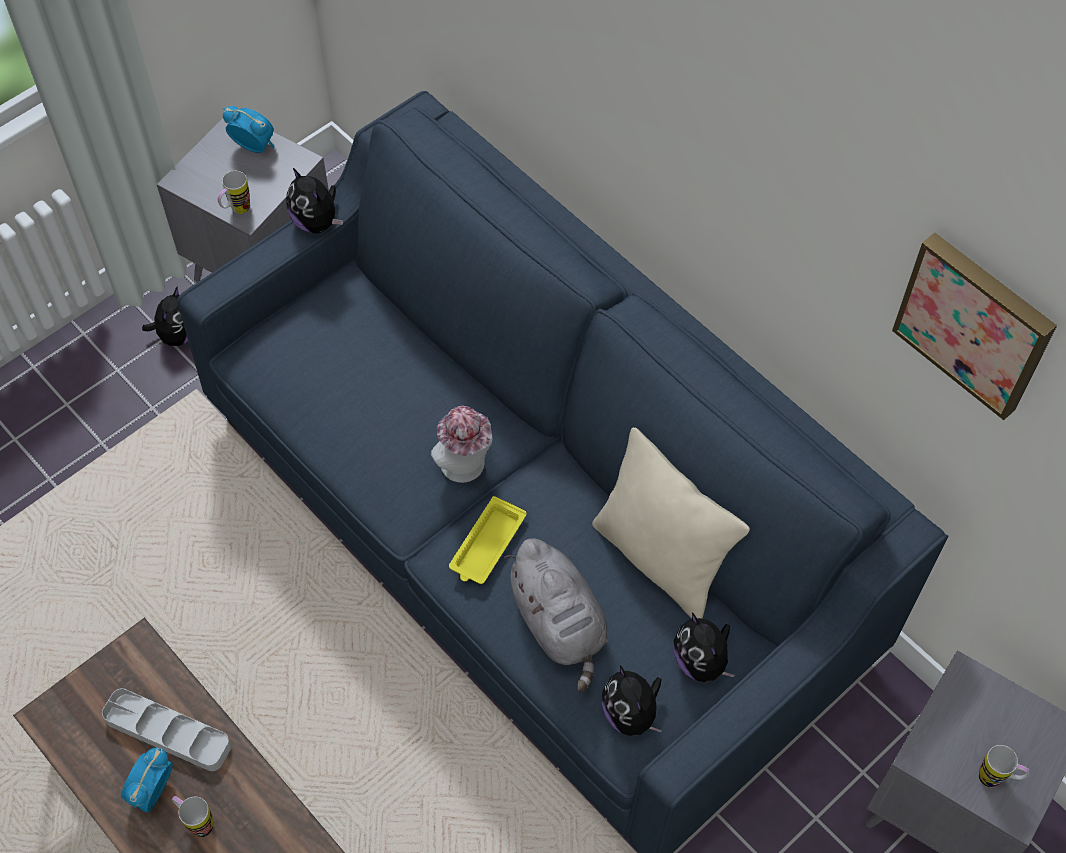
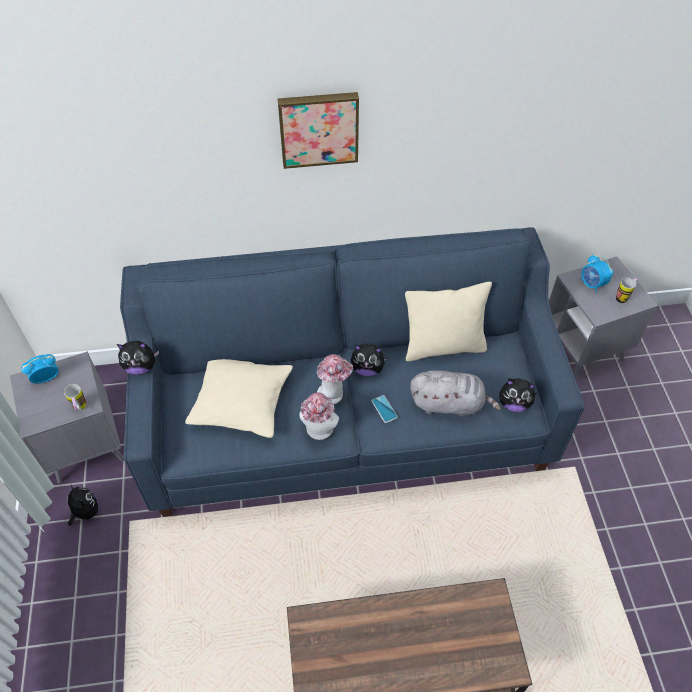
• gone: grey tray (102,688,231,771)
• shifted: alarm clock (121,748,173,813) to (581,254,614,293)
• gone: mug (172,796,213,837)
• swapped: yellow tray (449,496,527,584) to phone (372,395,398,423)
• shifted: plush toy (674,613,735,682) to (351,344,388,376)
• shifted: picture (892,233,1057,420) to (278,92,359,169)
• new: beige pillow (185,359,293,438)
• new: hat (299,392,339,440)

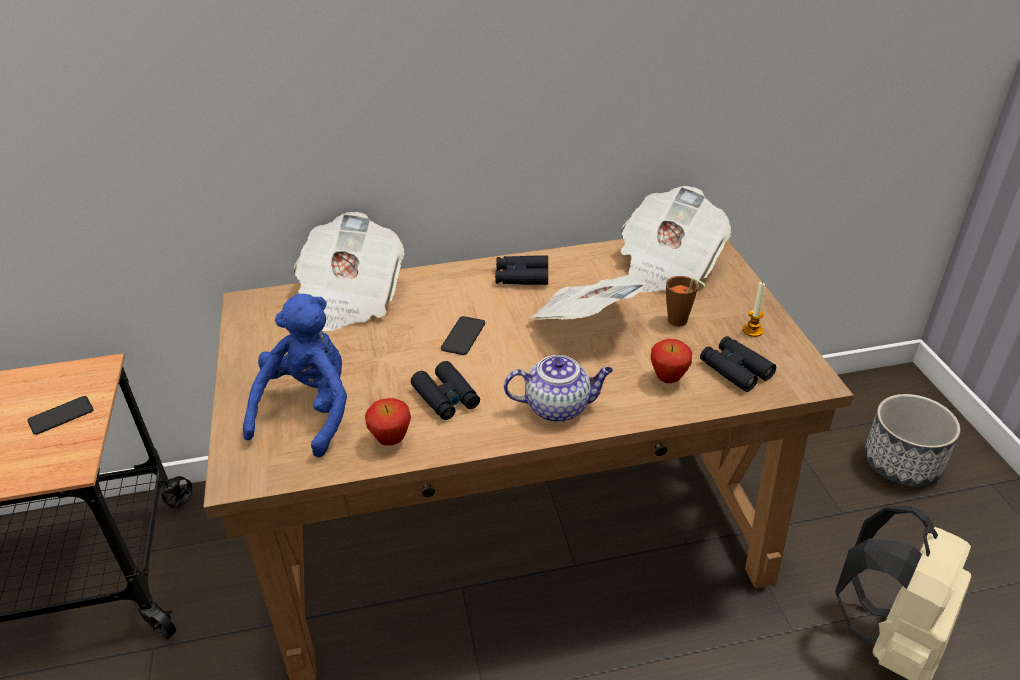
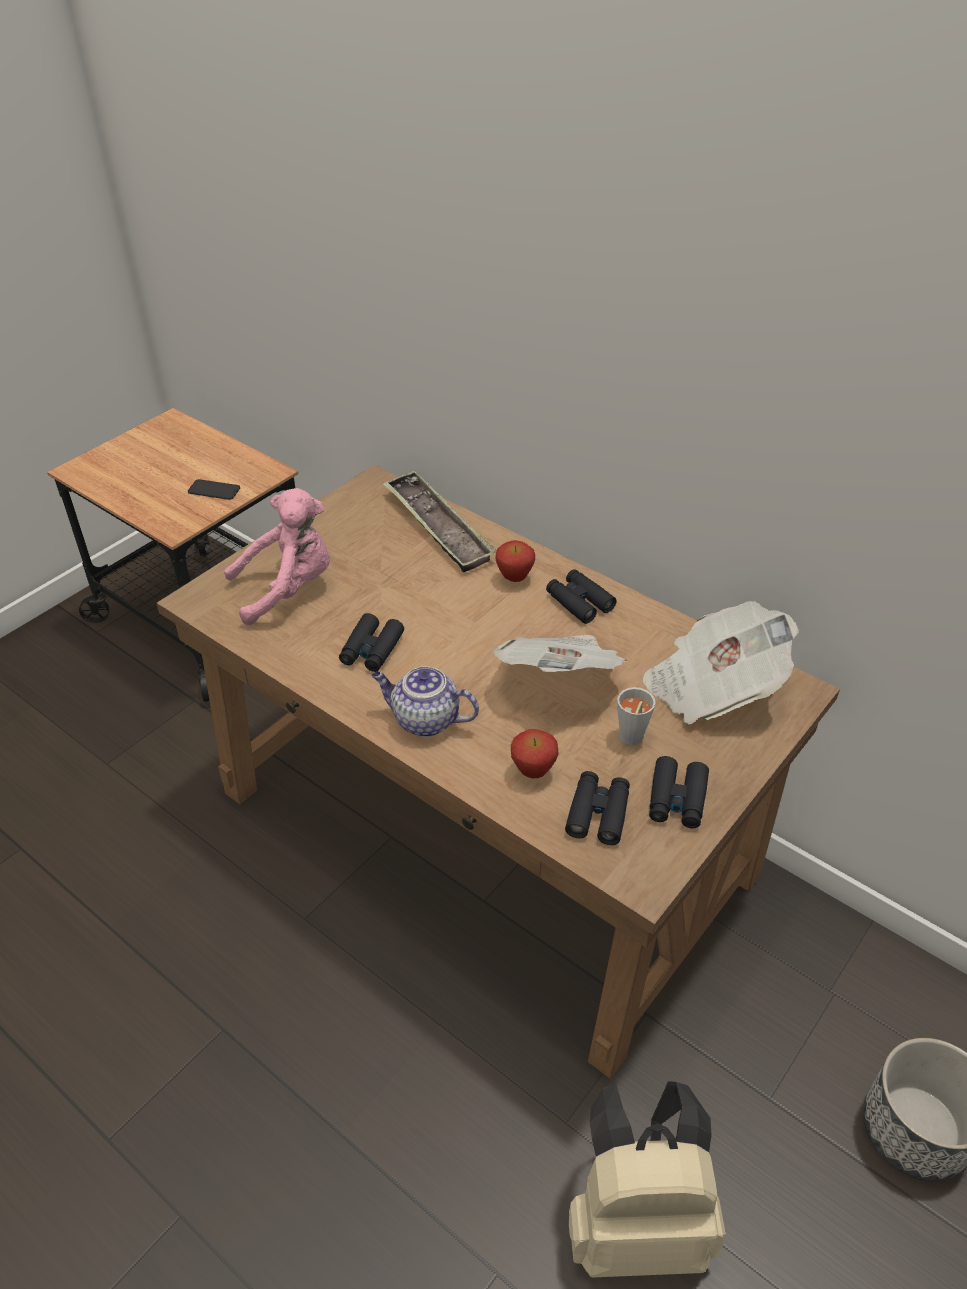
• repainted: blue plush toy (243,294,347,458) to pink plush toy (224,488,330,625)
• swapped: newspaper (294,212,405,331) to tray (383,470,497,572)
• shifted: apple (365,398,411,446) to (495,540,535,582)
• gone: phone (441,316,485,355)
• rotated: teapot (504,355,613,422) = (371,666,479,737) 150 degrees clockwise
• repainted: brown cup (666,276,706,326) to grey cup (617,687,655,745)
• swapped: candle (743,282,765,337) to black binoculars (649,756,709,828)

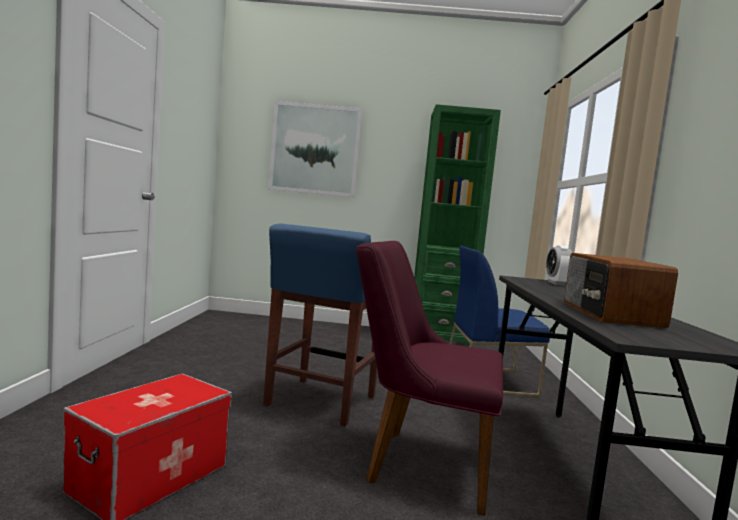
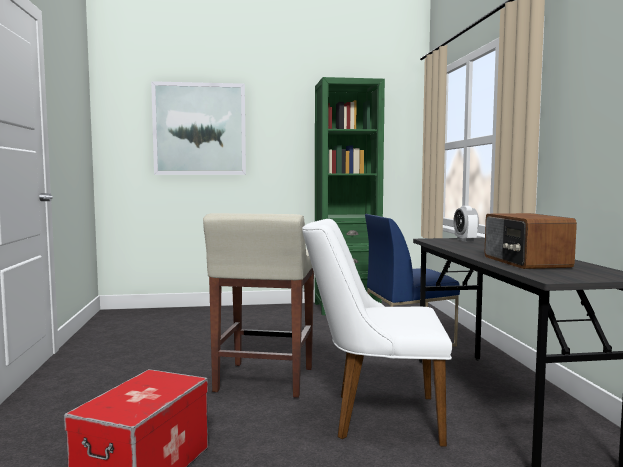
• repainted: blue stool (263,224,378,427) to beige stool (203,213,314,398)
• repainted: purple chair (356,241,503,516) to white chair (302,219,452,447)

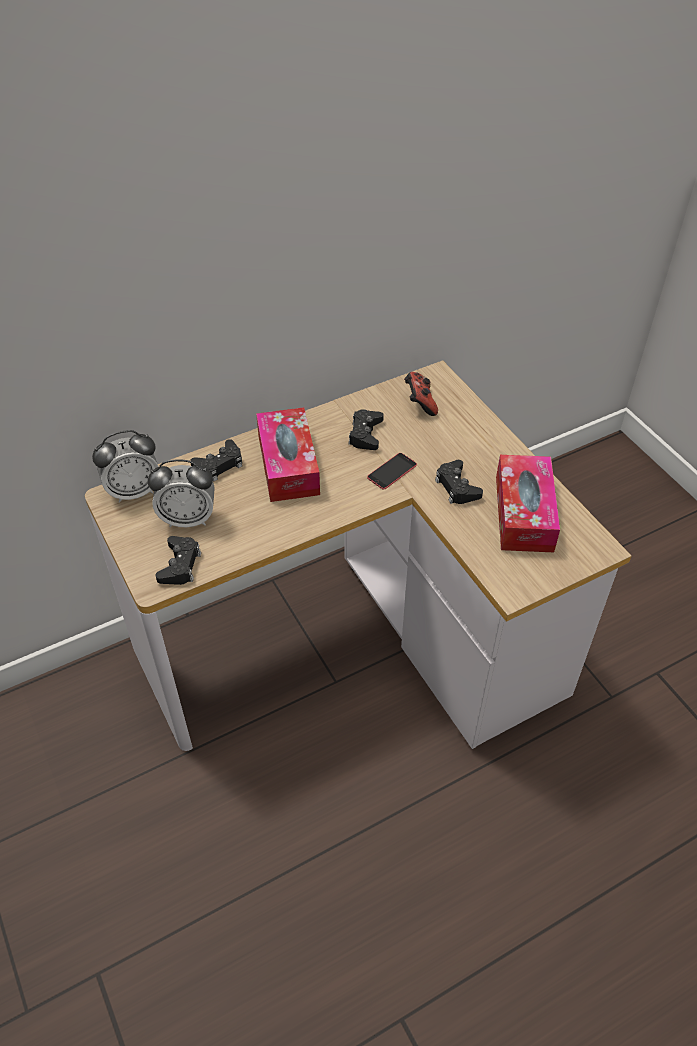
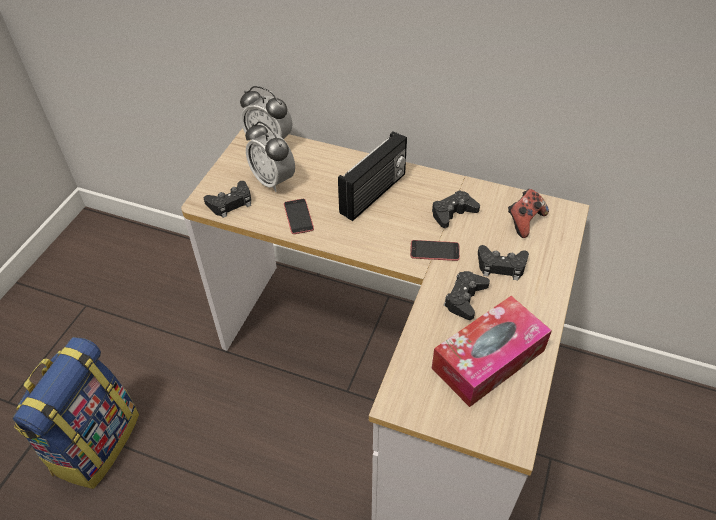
• shifted: black game controller (190,439,242,482) to (478,245,529,280)
• swapped: tissue box (256,407,320,502) to radio (338,131,407,221)
• new: backpack (13,337,139,489)
• new: phone (284,199,314,234)

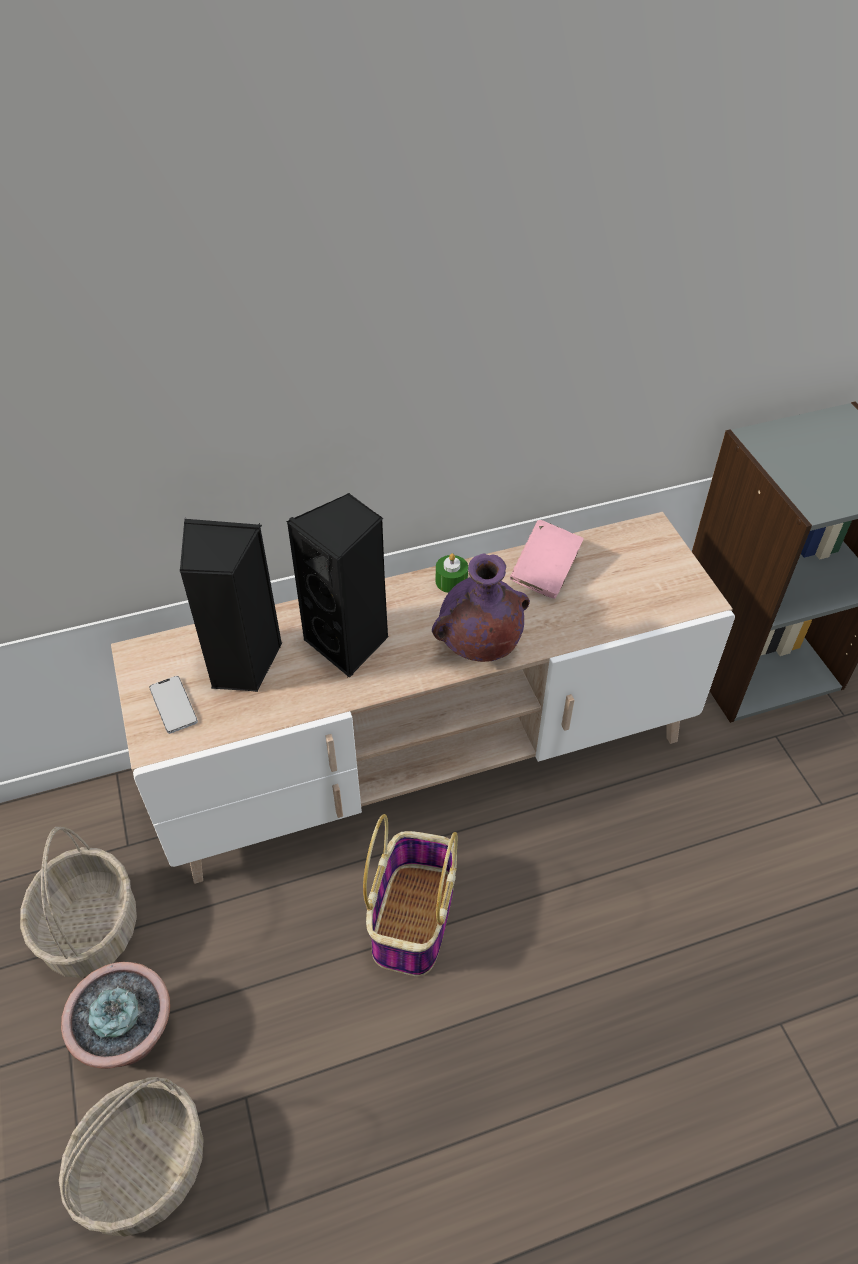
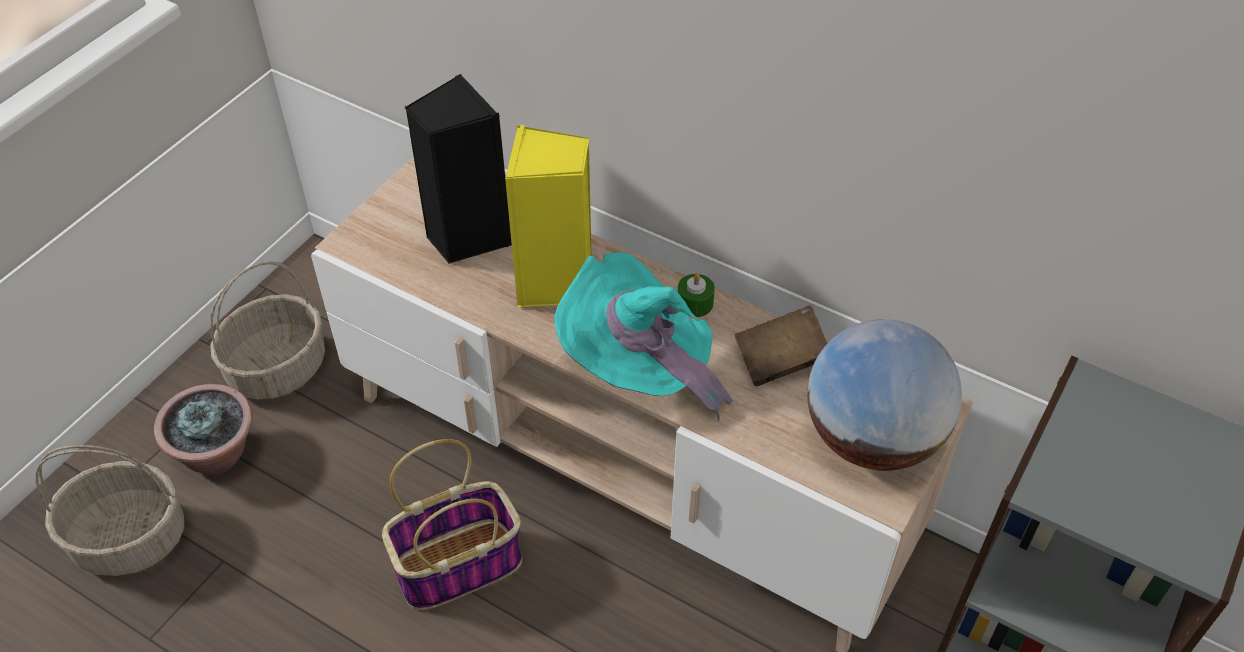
• gone: phone (149,676,198,734)
• repainted: black speaker (286,493,389,677) to yellow speaker (505,125,592,308)
• swapped: purple vase (432,553,530,662) to turquoise hat (555,252,733,421)
• repainted: pink book (510,520,584,599) to brown book (734,305,827,386)
• new: globe (807,319,962,471)

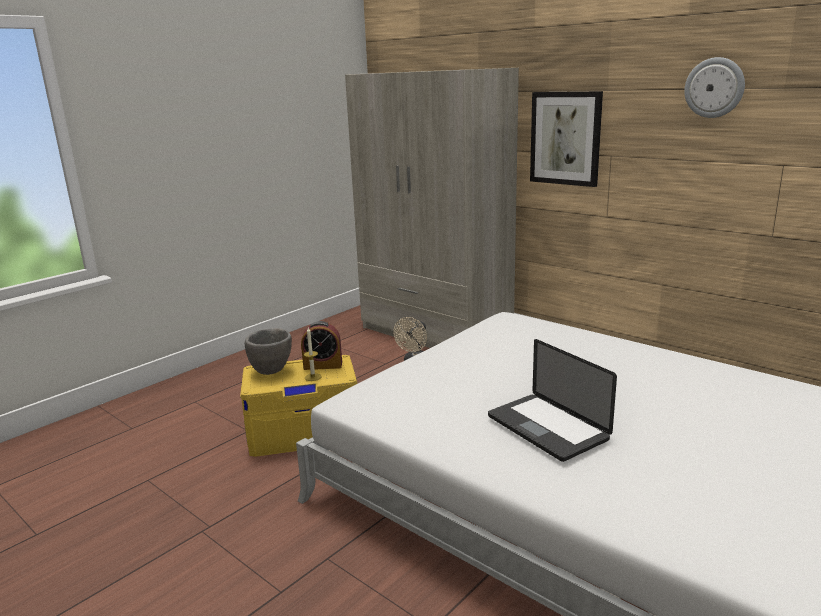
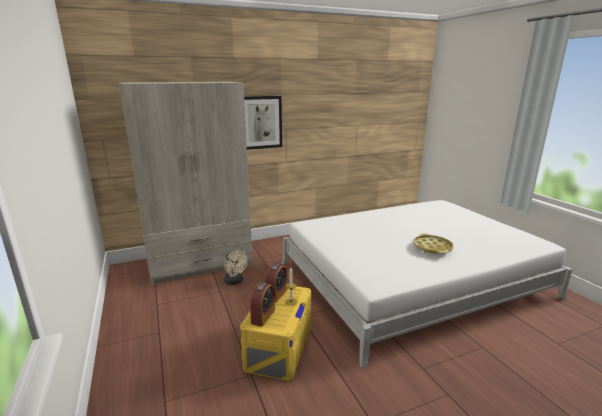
• swapped: grey bowl (245,328,292,375) to alarm clock (250,282,275,327)
• swapped: laptop (488,339,617,462) to yellow tray (413,234,454,254)
• gone: wall clock (684,57,745,118)

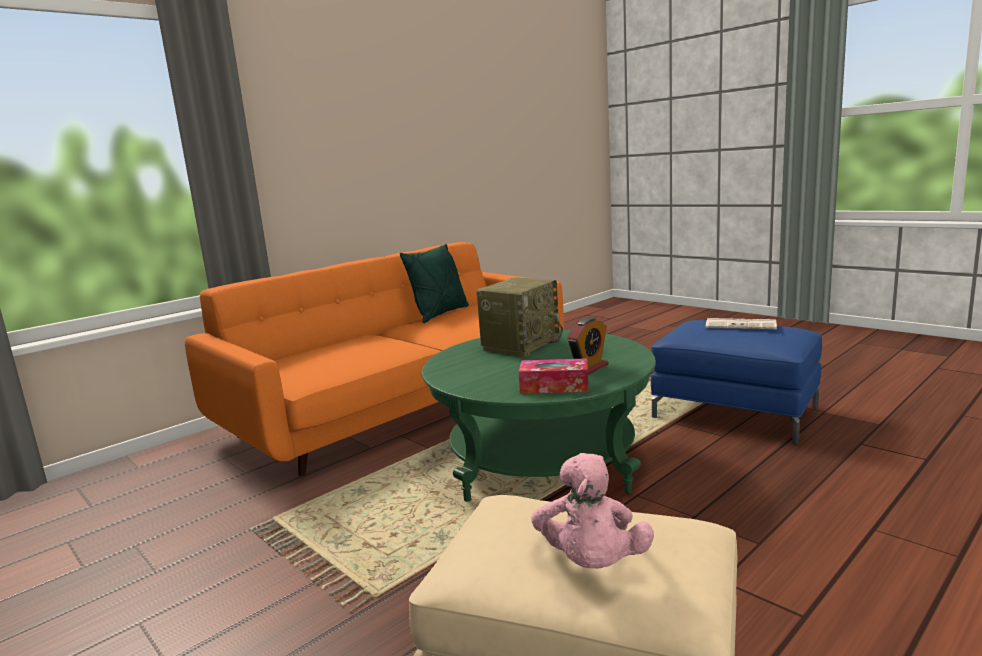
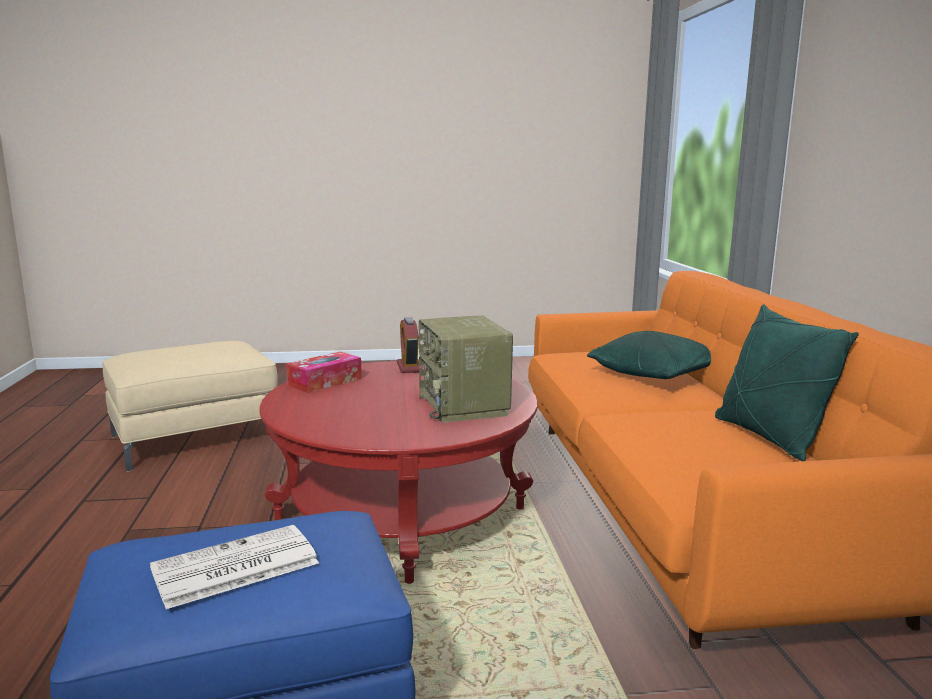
• repainted: green coffee table (422,330,656,502) to red coffee table (260,361,538,584)
• gone: pink plush toy (531,453,654,569)
• shifted: alarm clock (567,318,608,375) to (397,318,423,373)
• new: green pillow (587,331,711,379)

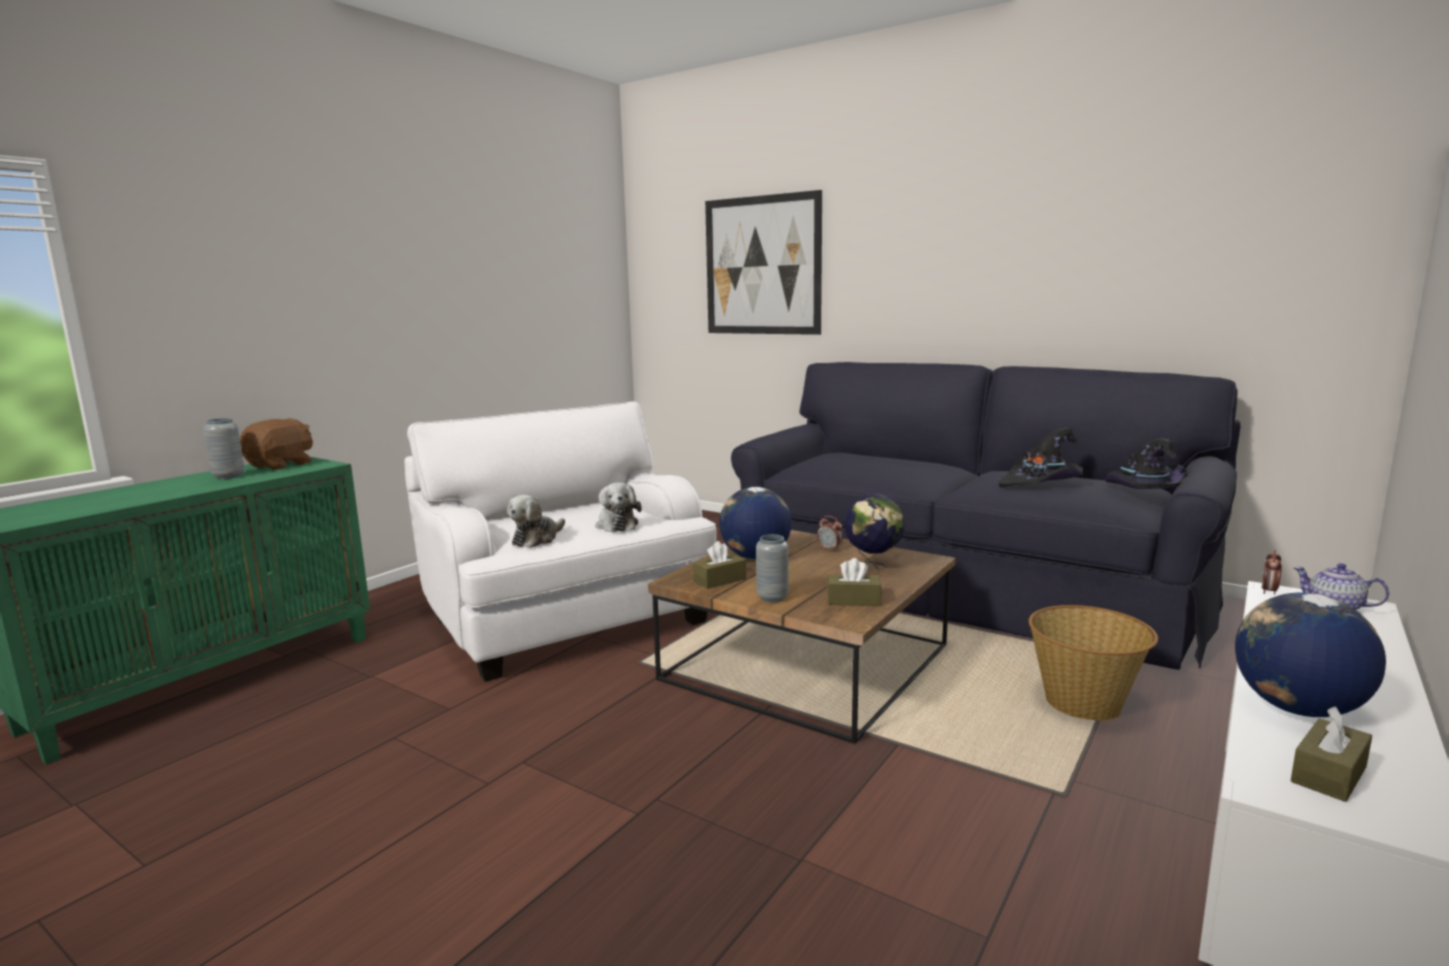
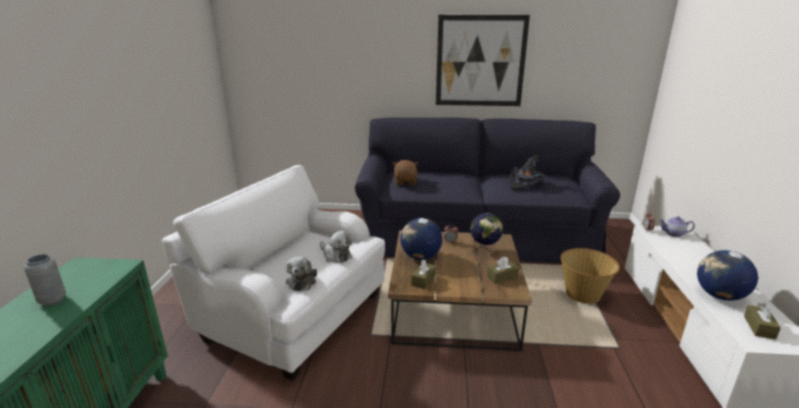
• shifted: brown plush toy (240,418,313,470) to (393,160,418,185)
• shifted: picture (705,190,822,335) to (436,15,530,106)
• gone: grey vase (756,534,789,603)
• gone: black hat (1106,439,1188,489)

